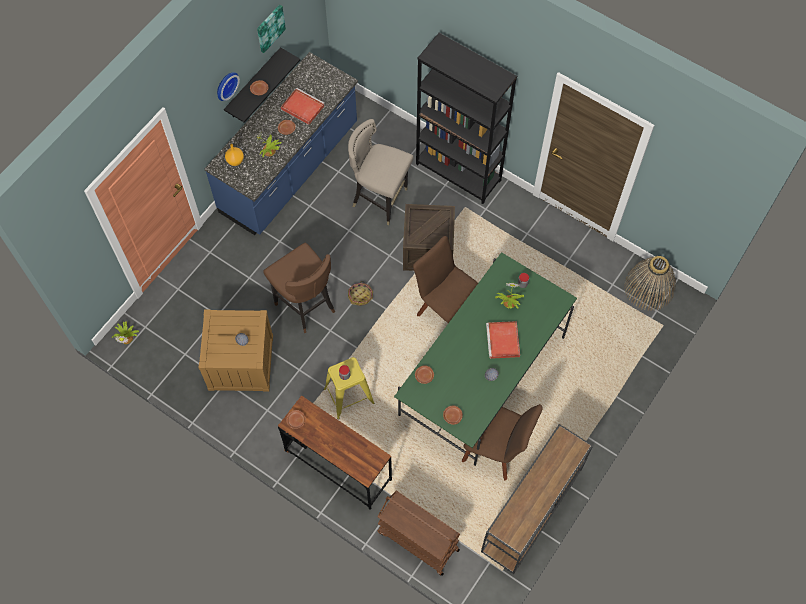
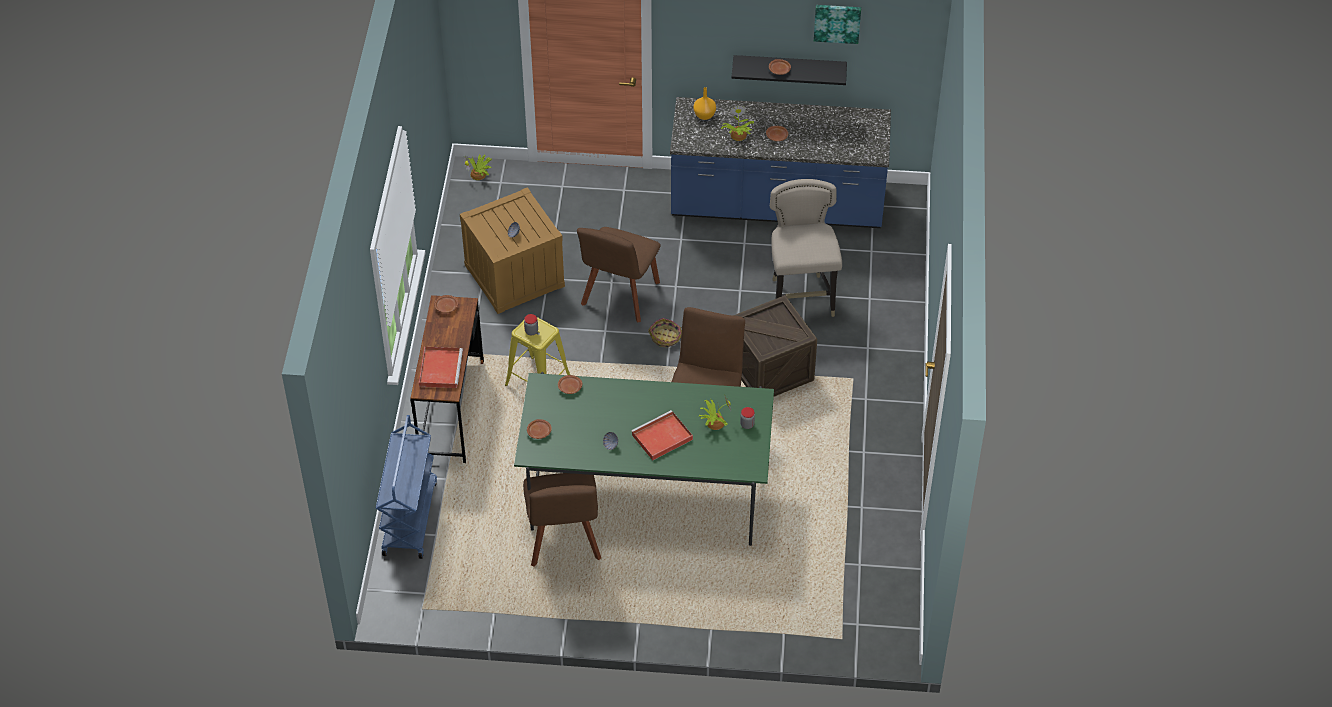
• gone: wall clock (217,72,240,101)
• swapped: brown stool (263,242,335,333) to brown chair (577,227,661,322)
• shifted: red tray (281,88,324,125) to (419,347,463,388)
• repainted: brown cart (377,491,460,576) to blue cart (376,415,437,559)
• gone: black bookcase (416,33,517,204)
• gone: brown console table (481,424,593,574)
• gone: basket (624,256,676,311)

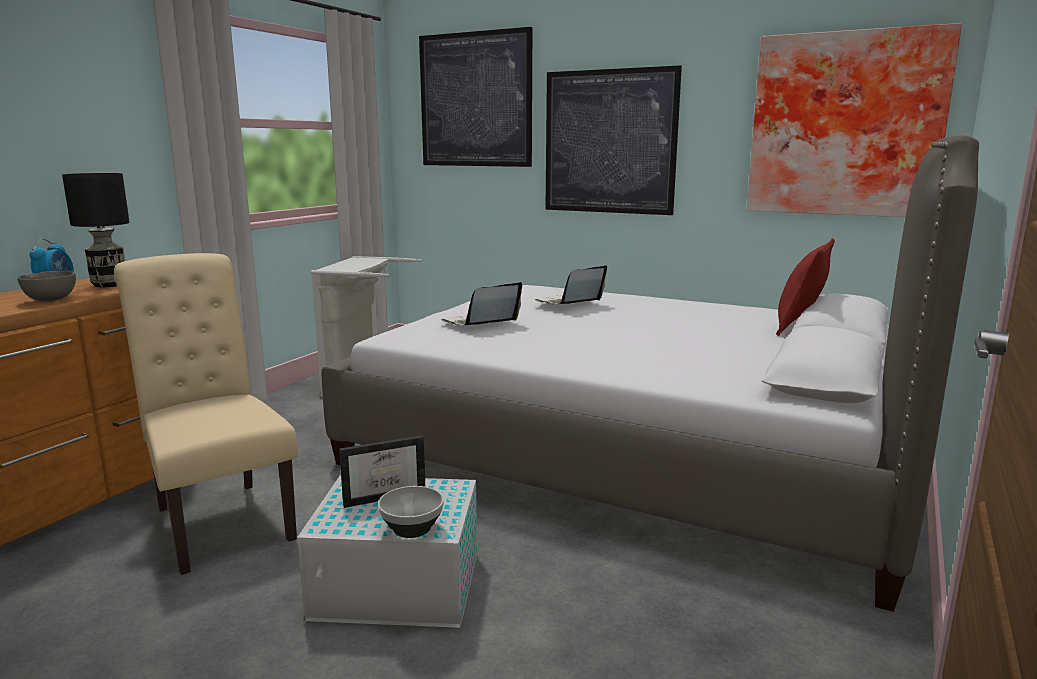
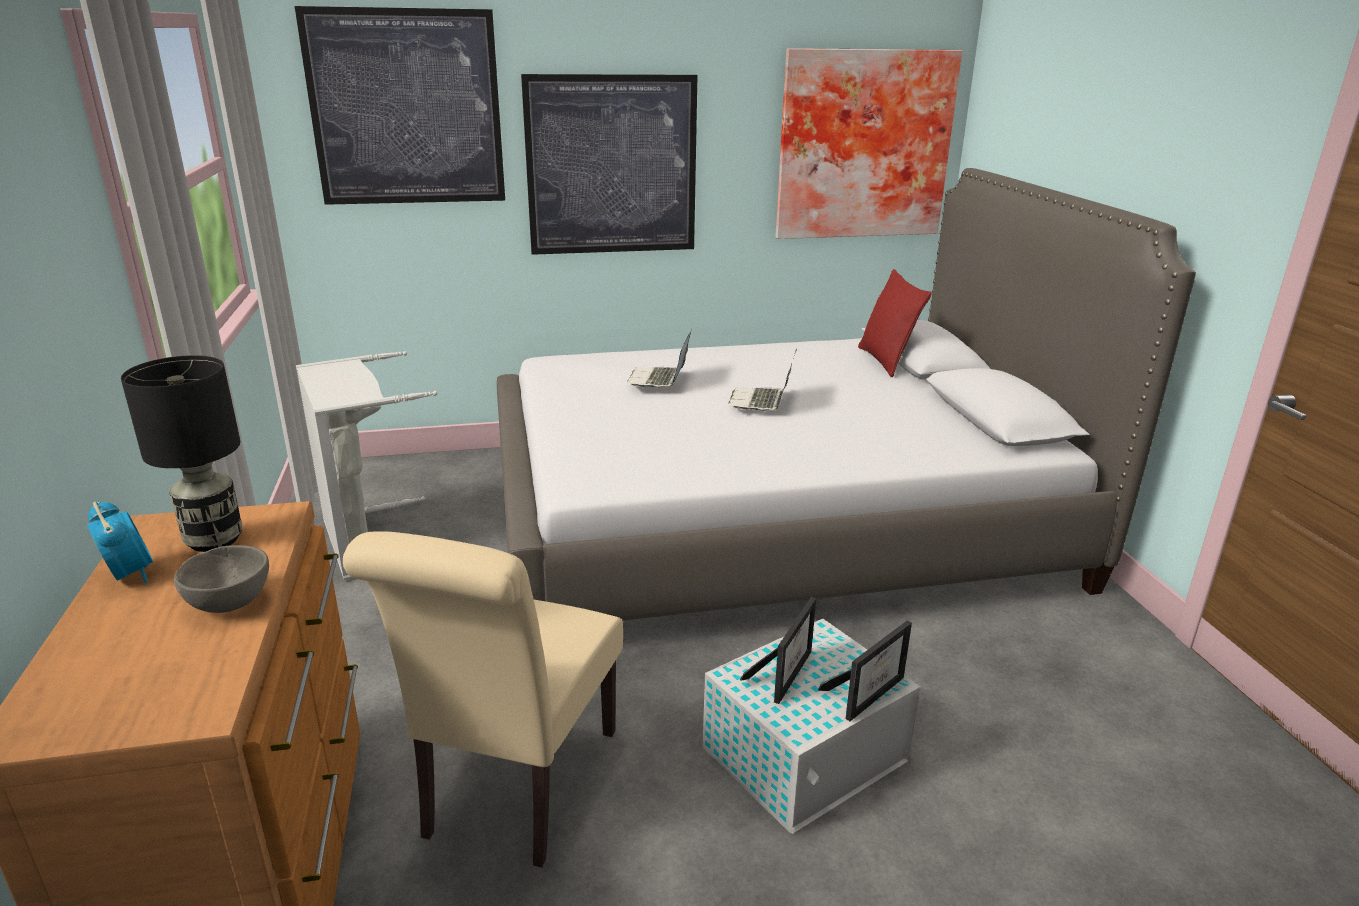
• rotated: beige chair (114,253,298,575) = (343,531,623,868) 90 degrees counterclockwise
• swapped: bowl (378,486,444,538) to picture frame (818,620,912,721)
• shifted: laptop (441,282,522,326) to (729,348,797,411)

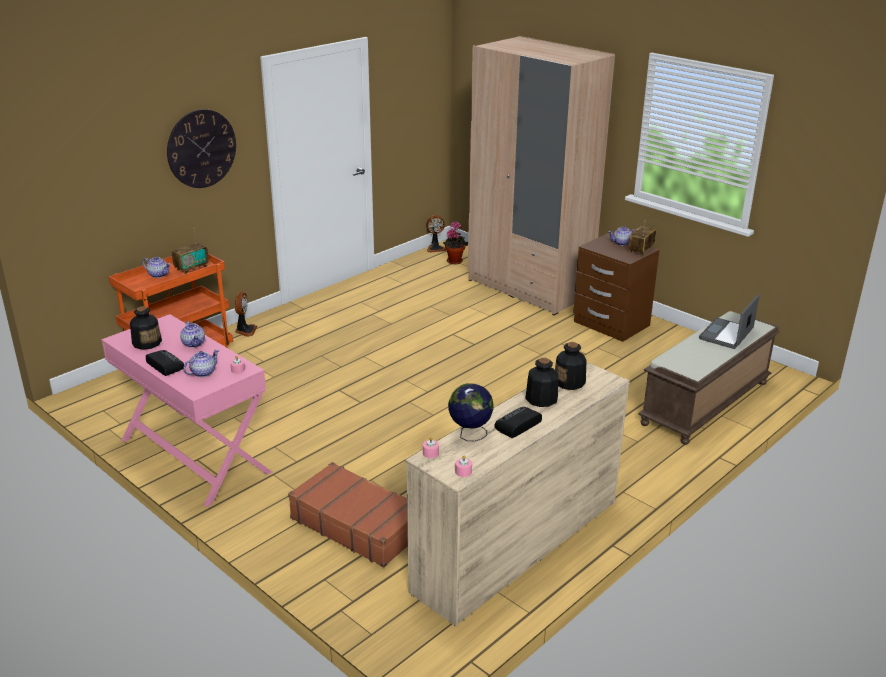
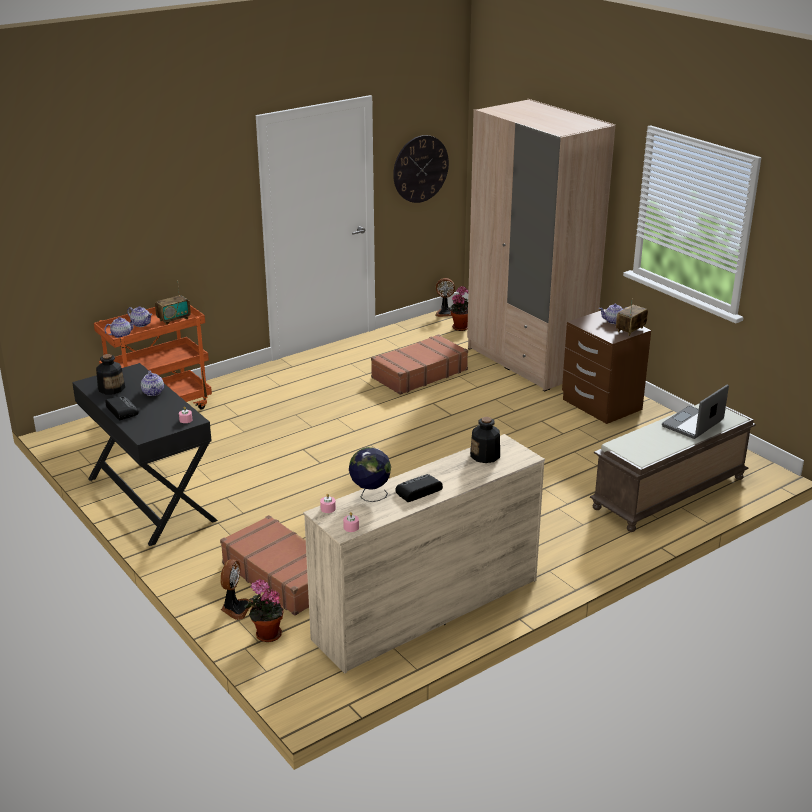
• repainted: pink desk (102,314,272,507) to black desk (72,363,218,546)
• shifted: wall clock (167,109,236,188) to (393,135,449,203)
• shifted: teapot (183,350,219,377) to (104,317,136,338)
• shifted: fan (235,292,258,337) to (220,559,250,620)
• gone: bottle (525,358,558,407)
• new: potted plant (244,579,284,642)
• new: brown suitcase (371,334,468,395)

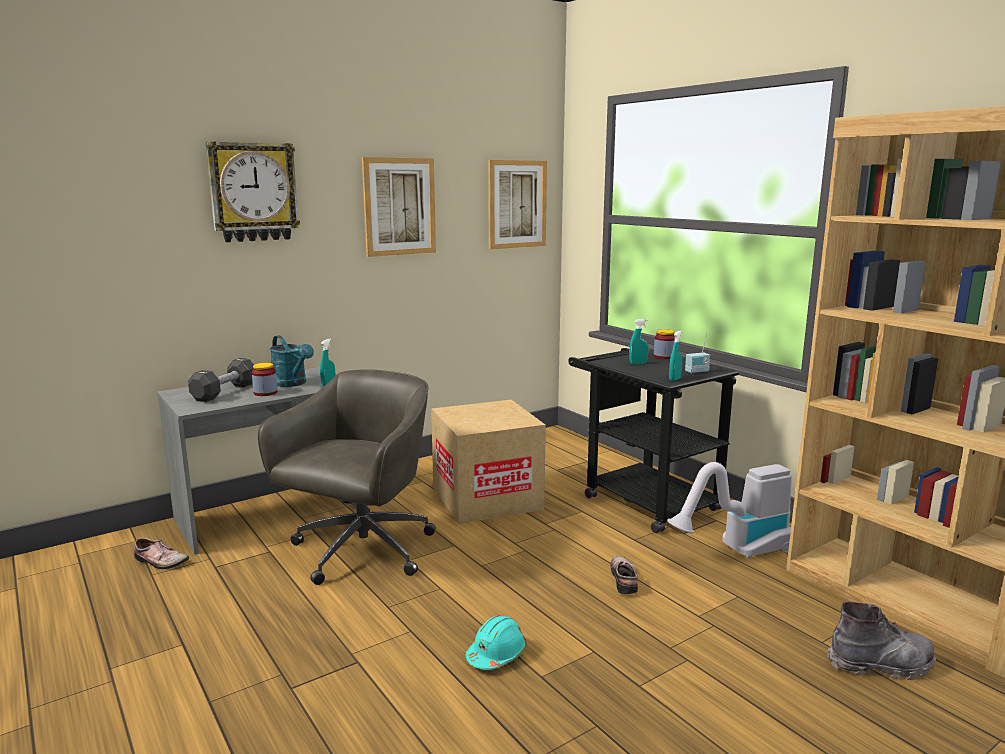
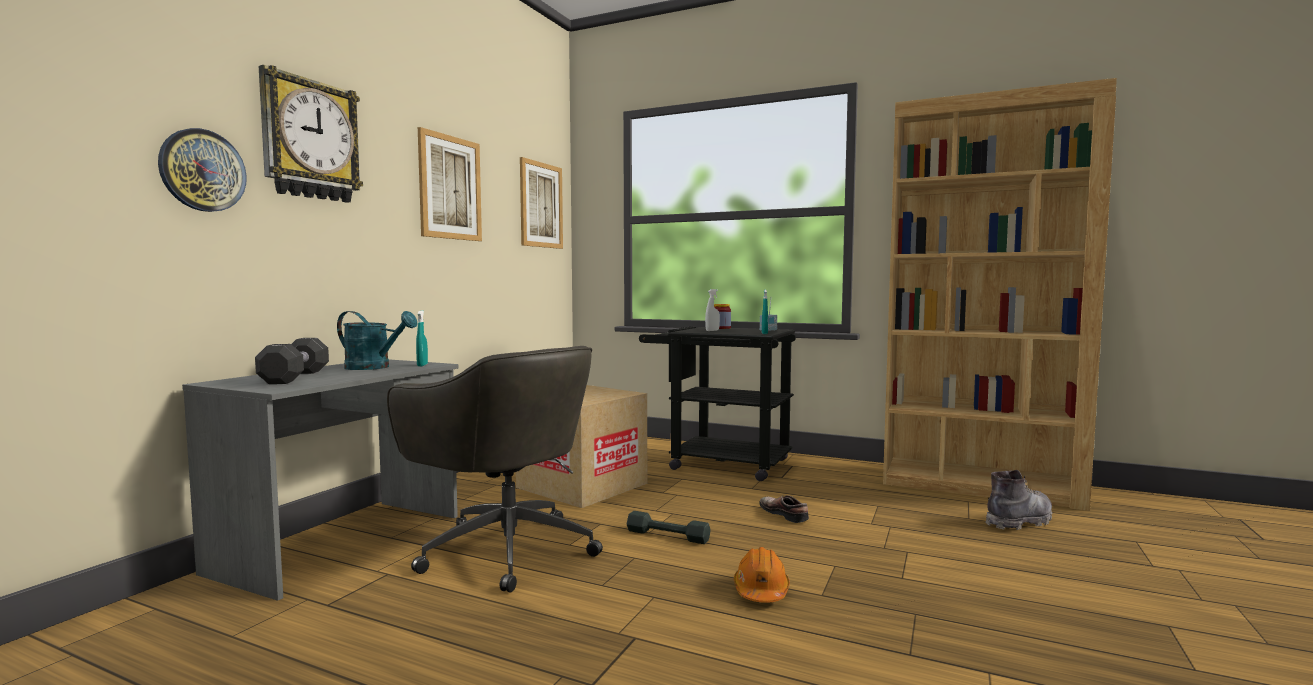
• gone: shoe (134,538,189,569)
• gone: jar (252,363,277,396)
• rotated: grey office chair (258,369,436,585) = (387,346,603,593) 135 degrees clockwise
• repainted: turquoise hard hat (466,615,527,670) to orange hard hat (734,547,790,603)
• repainted: turquoise spray bottle (629,319,649,364) to white spray bottle (705,289,720,331)
• gone: vacuum cleaner (667,462,792,559)
• new: wall clock (158,128,247,212)
• new: grey dumbbell (627,511,711,544)

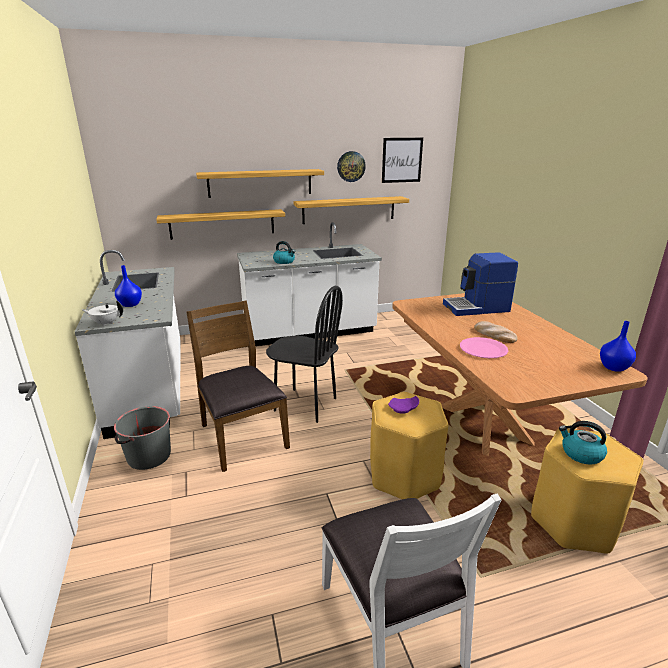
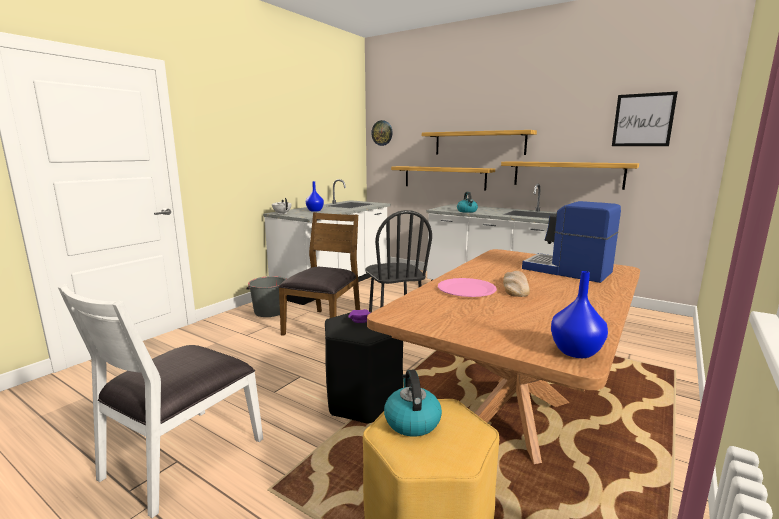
• shifted: wall clock (337,151,366,182) to (371,120,393,146)
• repainted: yellow stool (370,392,448,499) to black stool (325,312,403,423)

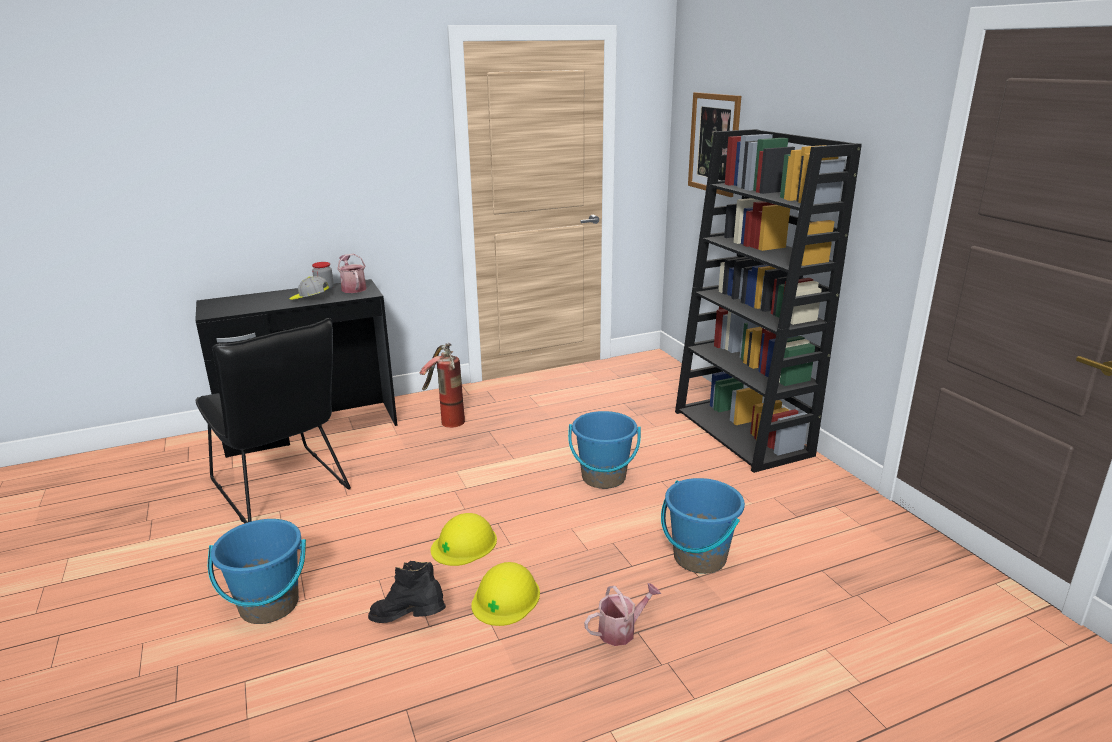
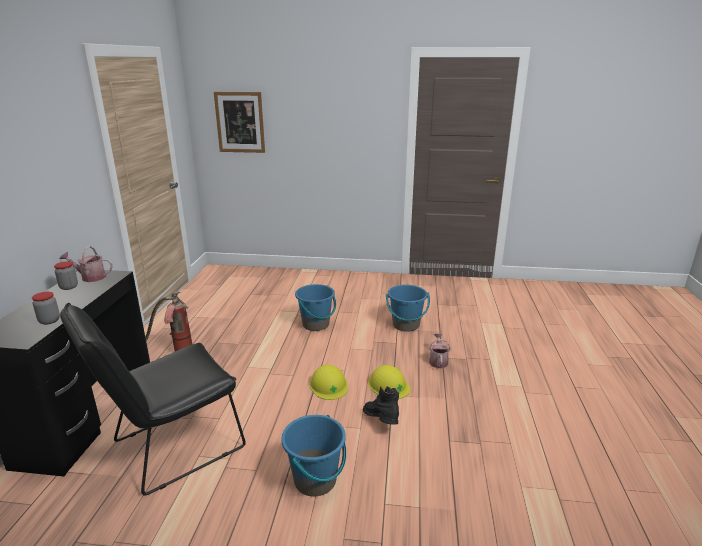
• rotated: black chair (196,318,351,524) = (60,303,246,496) 150 degrees clockwise
• gone: cap (289,276,330,300)
• rotated: black boot (368,561,446,623) = (363,386,399,425) 105 degrees clockwise
• gone: black bookcase (675,129,862,473)
• new: jar (32,292,60,325)

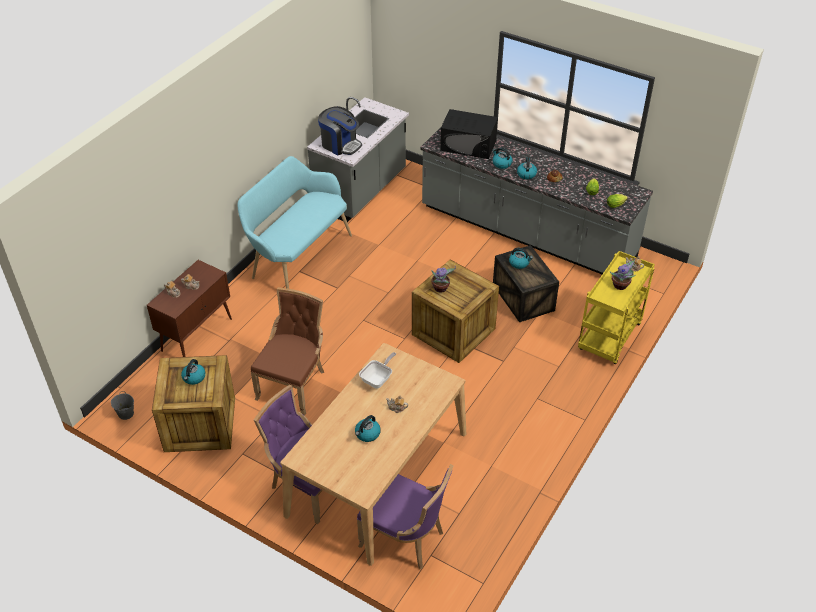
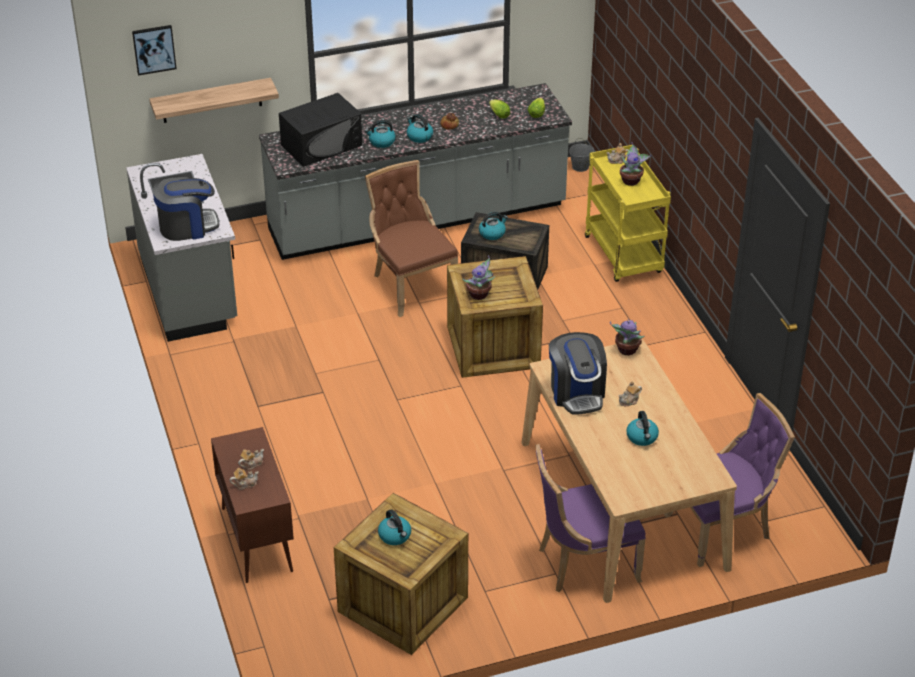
• shifted: grey bucket (111,391,134,420) to (569,138,594,172)
• gone: turquoise bench (238,156,352,289)
• shifted: brown chair (251,287,324,416) to (365,160,458,317)
• swapped: frying pan (359,352,396,389) to coffee machine (549,332,607,415)
• new: picture (132,25,177,76)
• new: shelf (149,78,279,123)
• new: potted plant (610,319,645,355)

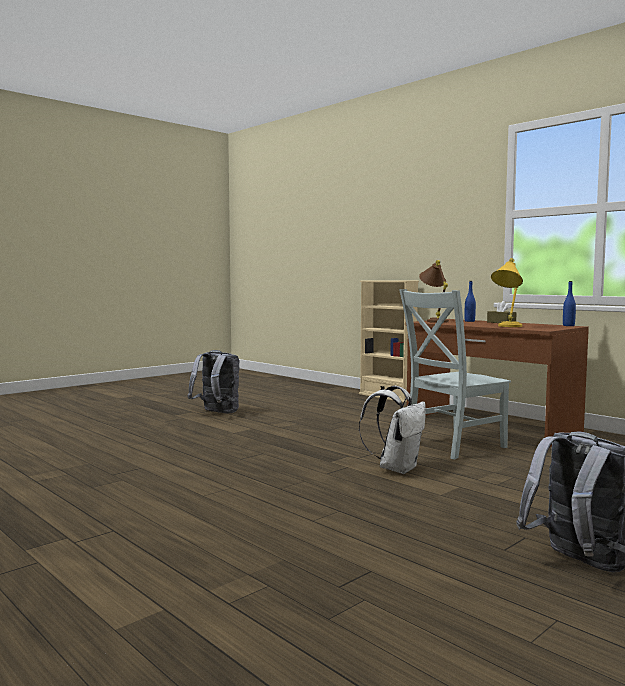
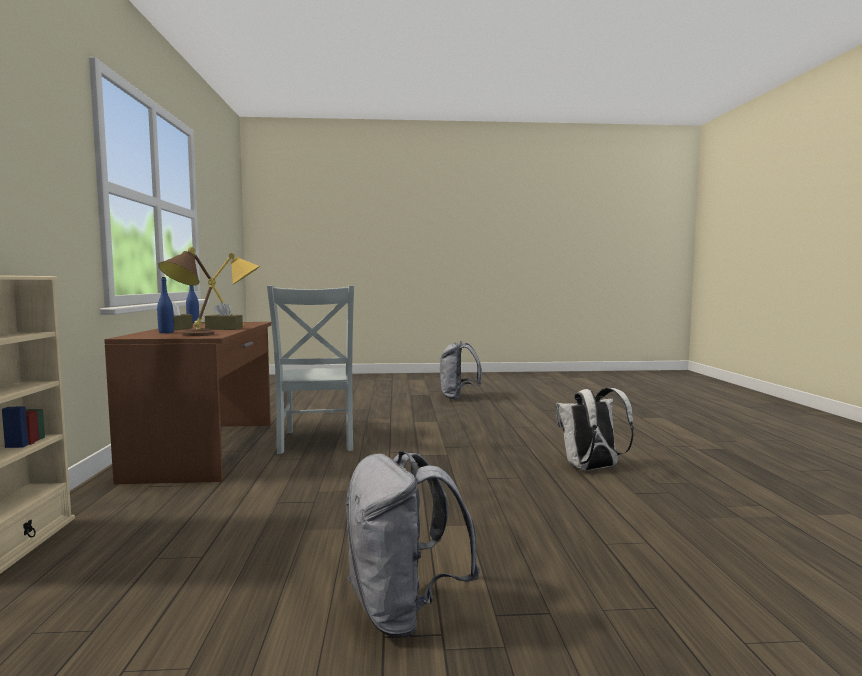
• shifted: white backpack (359,386,426,474) to (556,388,634,471)
• rotated: grey chair (399,289,511,460) = (267,286,354,454) 75 degrees clockwise
• new: brown tissue box (205,302,243,330)

